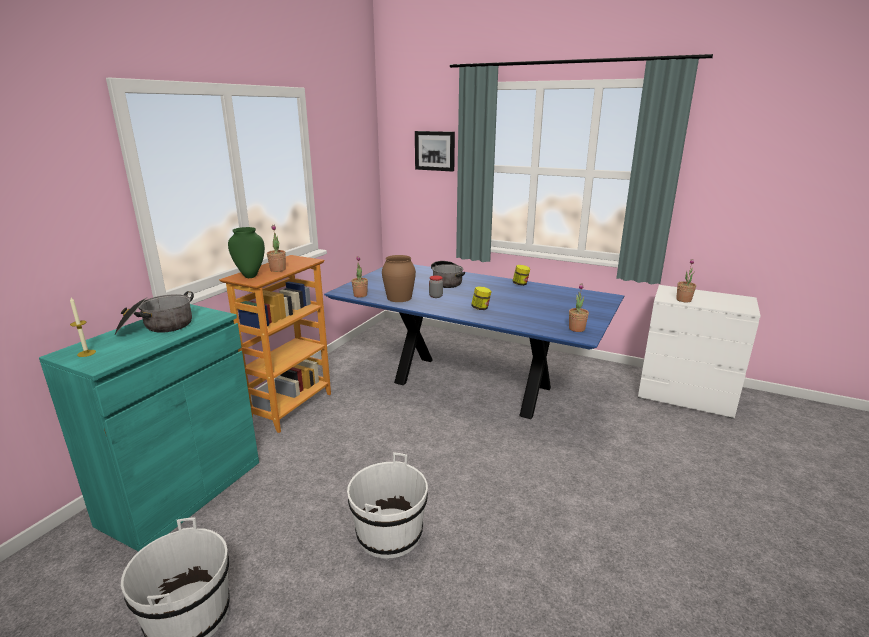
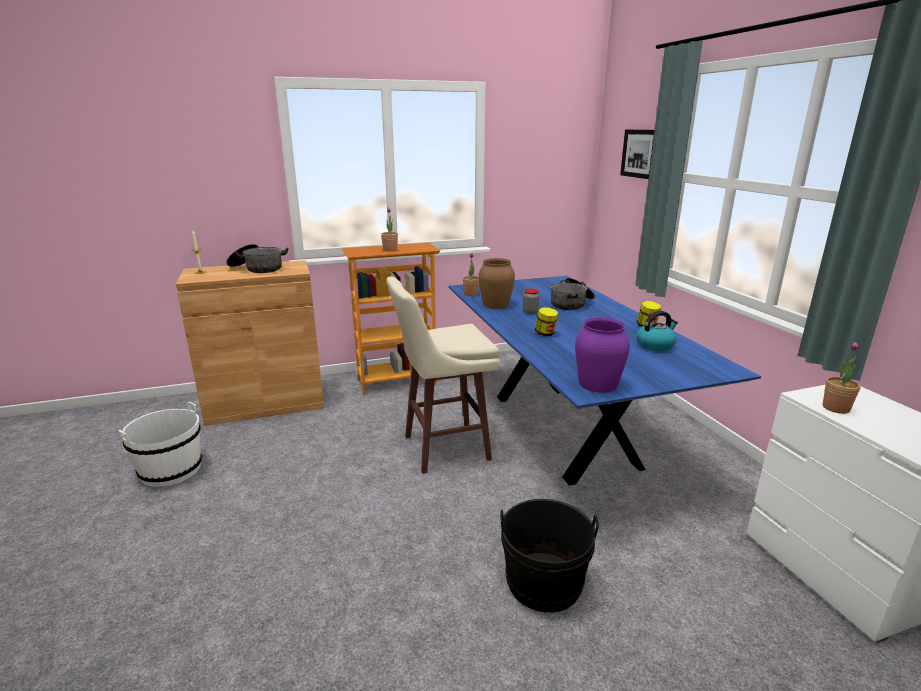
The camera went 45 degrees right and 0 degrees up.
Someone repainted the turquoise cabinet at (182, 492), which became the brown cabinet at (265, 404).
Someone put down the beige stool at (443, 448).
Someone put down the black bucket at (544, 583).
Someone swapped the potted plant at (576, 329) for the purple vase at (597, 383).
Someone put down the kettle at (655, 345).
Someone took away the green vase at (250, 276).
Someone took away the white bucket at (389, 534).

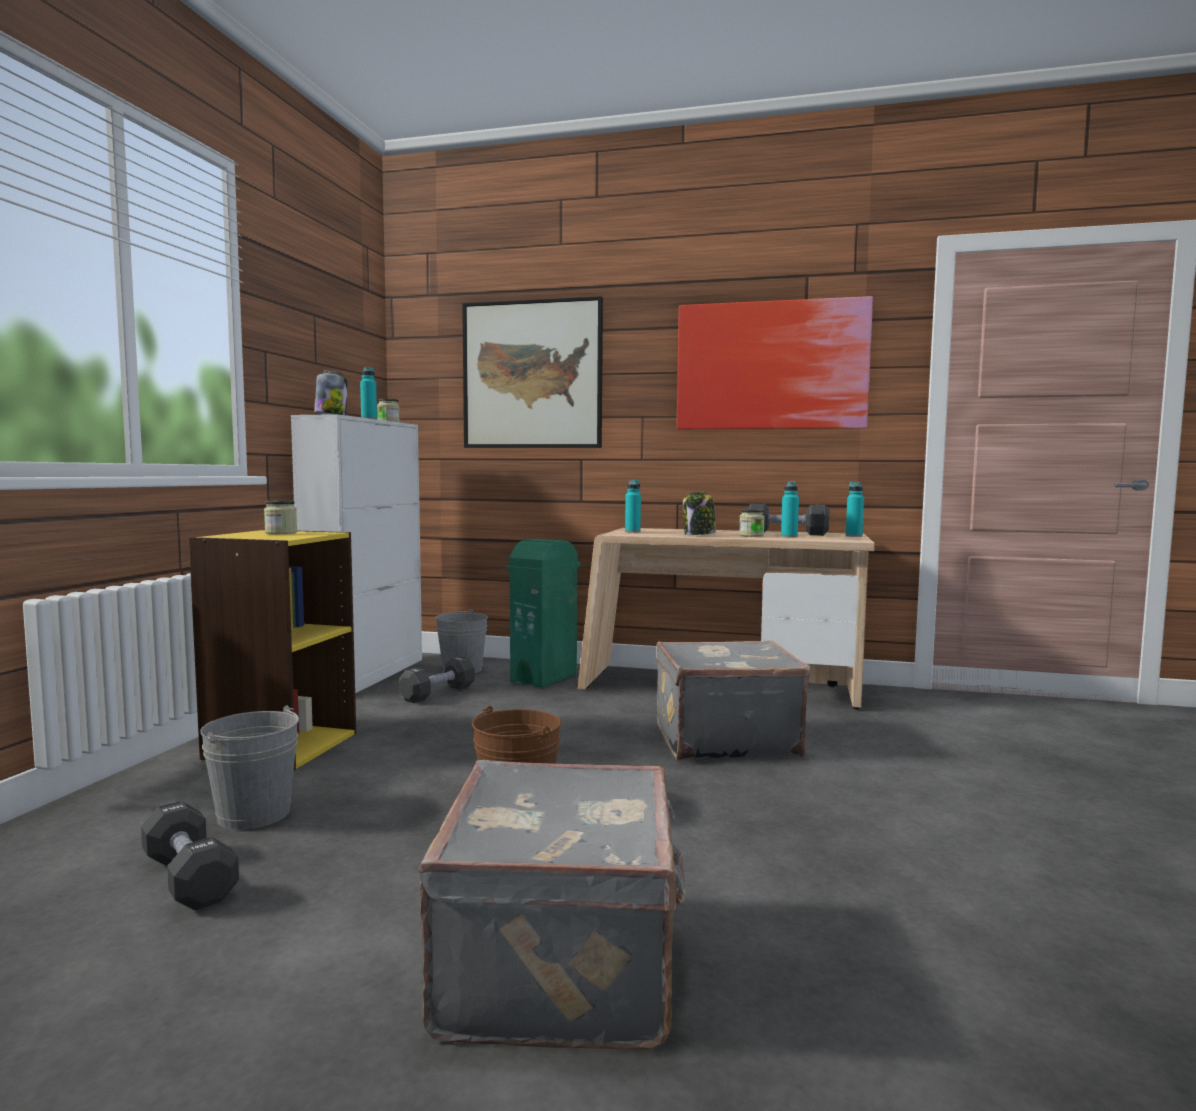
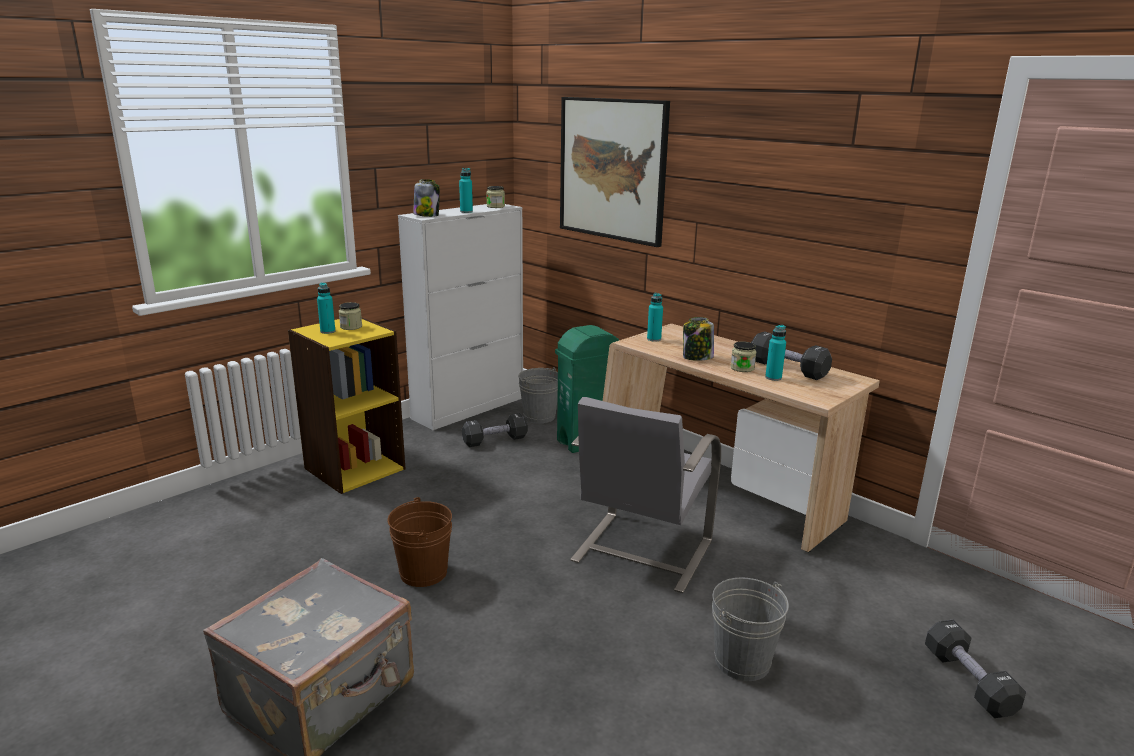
The camera went 30 degrees right and 15 degrees up.
Someone carried the turquoise bottle from (854, 536) to (328, 331).
Someone swapped the grey suitcase at (724, 740) for the grey chair at (640, 552).
Someone carried the grey bucket from (254, 814) to (742, 661).
Someone carried the black dumbbell from (189, 878) to (968, 681).
Someone took away the picture at (771, 366).

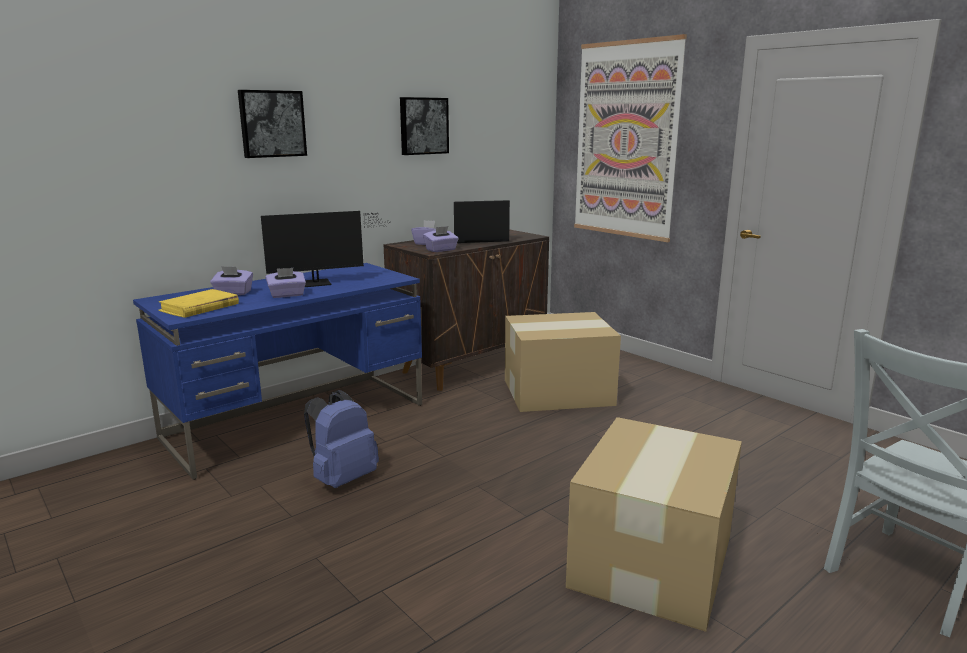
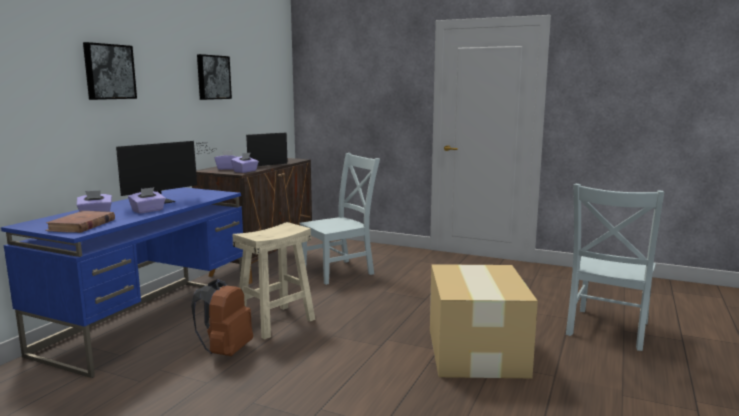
The camera went 25 degrees left and 5 degrees down.
Someone repainted the yellow book at (199, 307), which became the brown book at (81, 225).
Someone repainted the blue backpack at (342, 478), which became the brown backpack at (226, 351).
Someone put down the beige stool at (275, 322).
Someone swapped the cardboard box at (559, 392) for the grey chair at (340, 271).
Someone took away the picture at (625, 140).

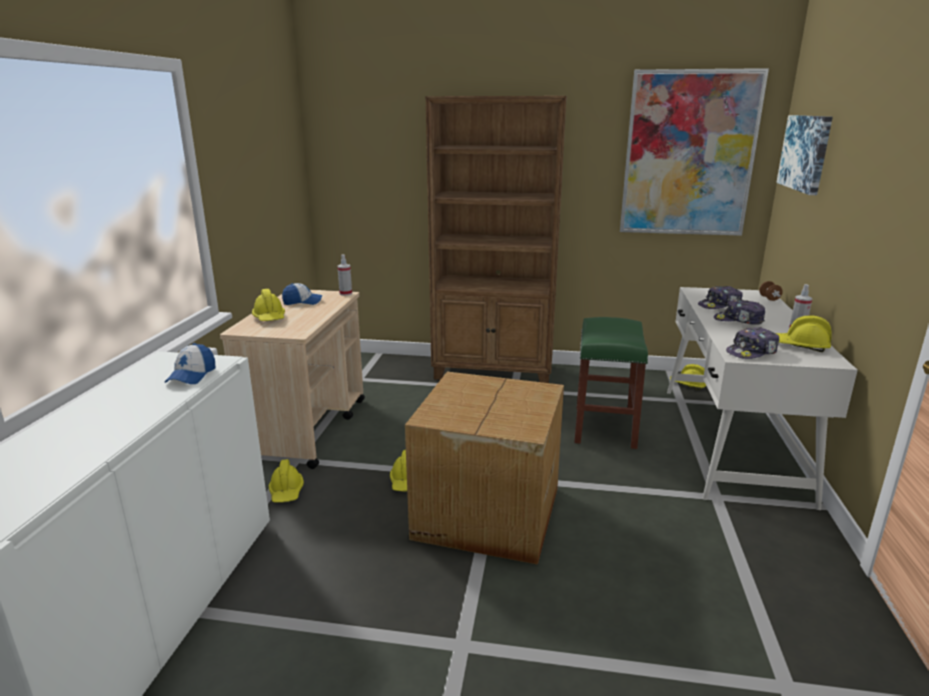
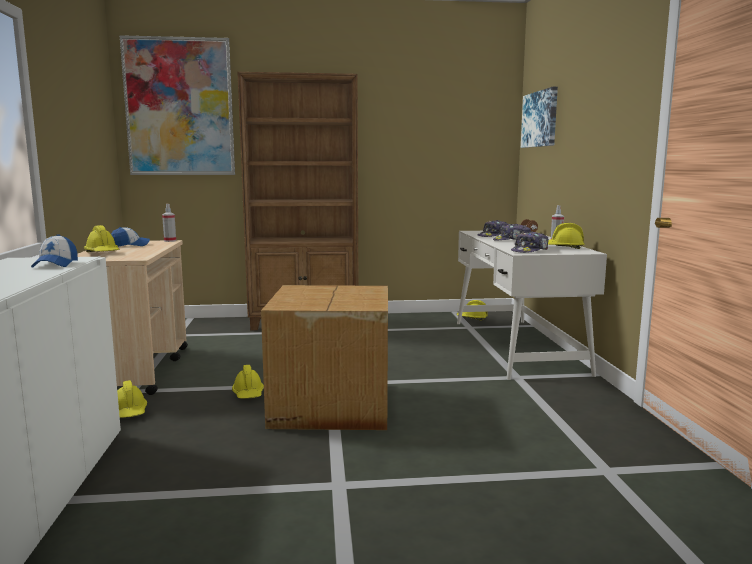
The camera went 15 degrees left and 10 degrees down.
Someone carried the picture from (689, 154) to (179, 107).
Someone took away the green stool at (604, 426).

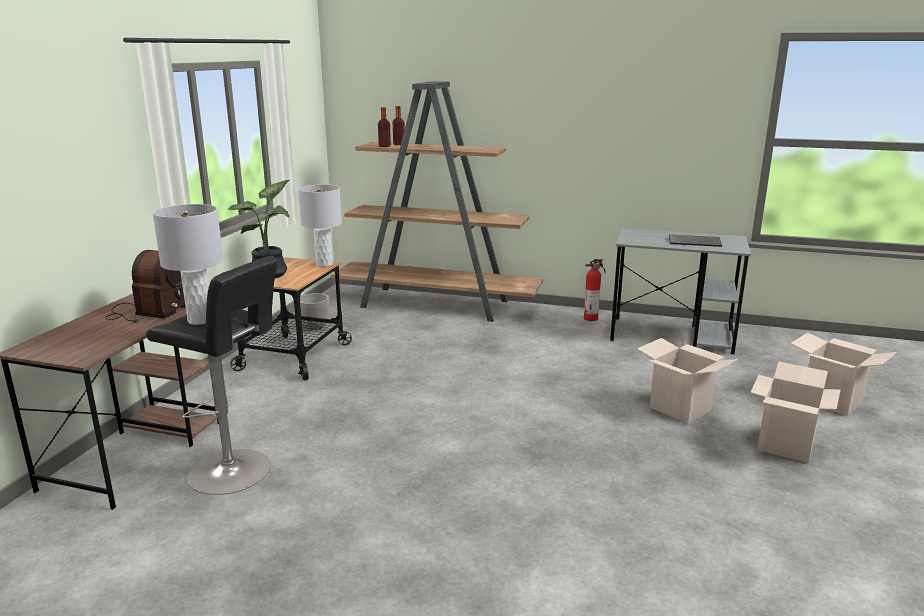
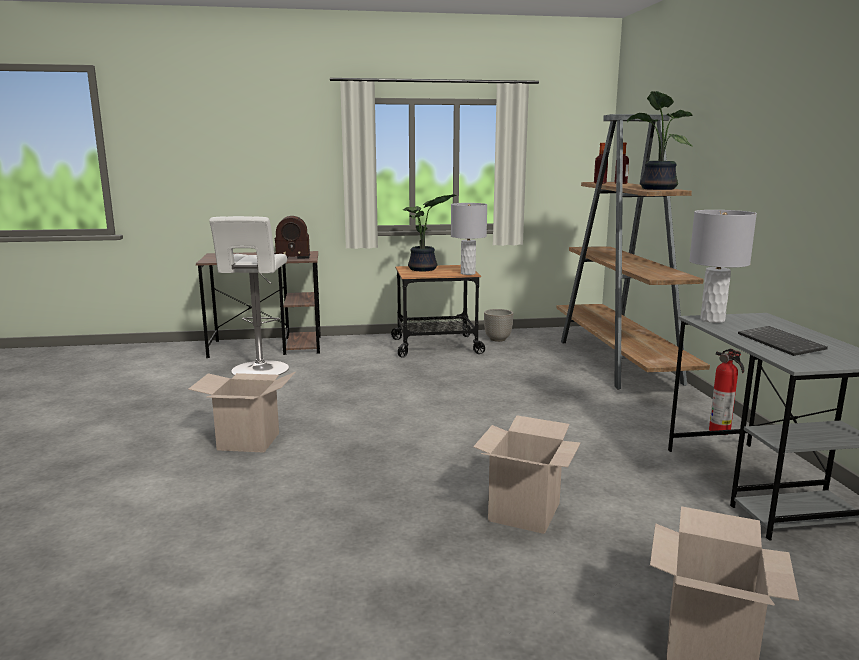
The camera went 65 degrees right and 5 degrees down.
Someone carried the cardboard box from (785, 445) to (248, 441).
Someone repainted the black stool at (235, 472), which became the white stool at (259, 371).
Someone put down the potted plant at (656, 189).
Someone carried the grey table lamp from (200, 320) to (712, 320).

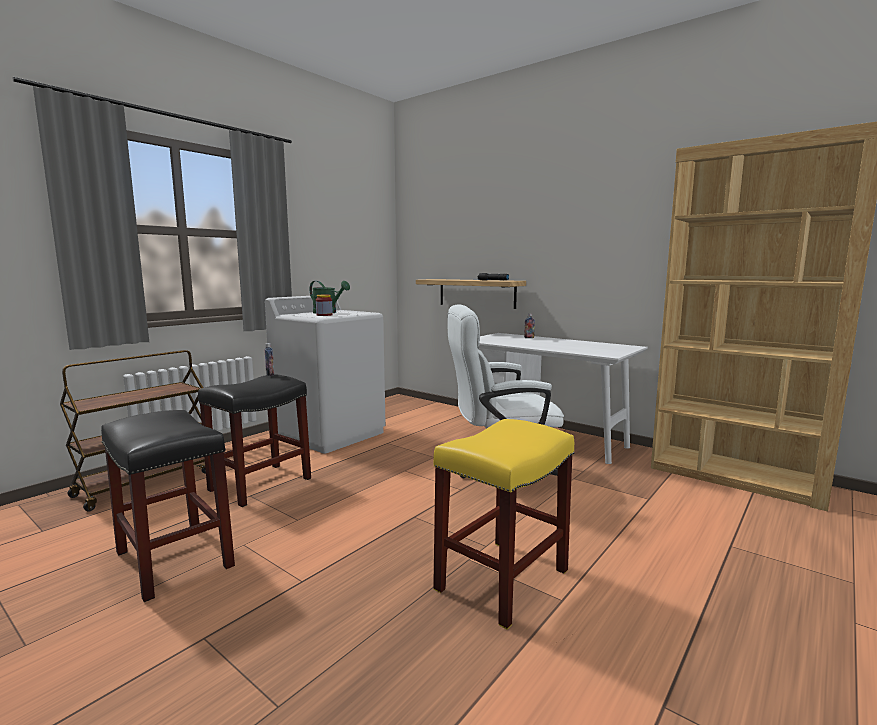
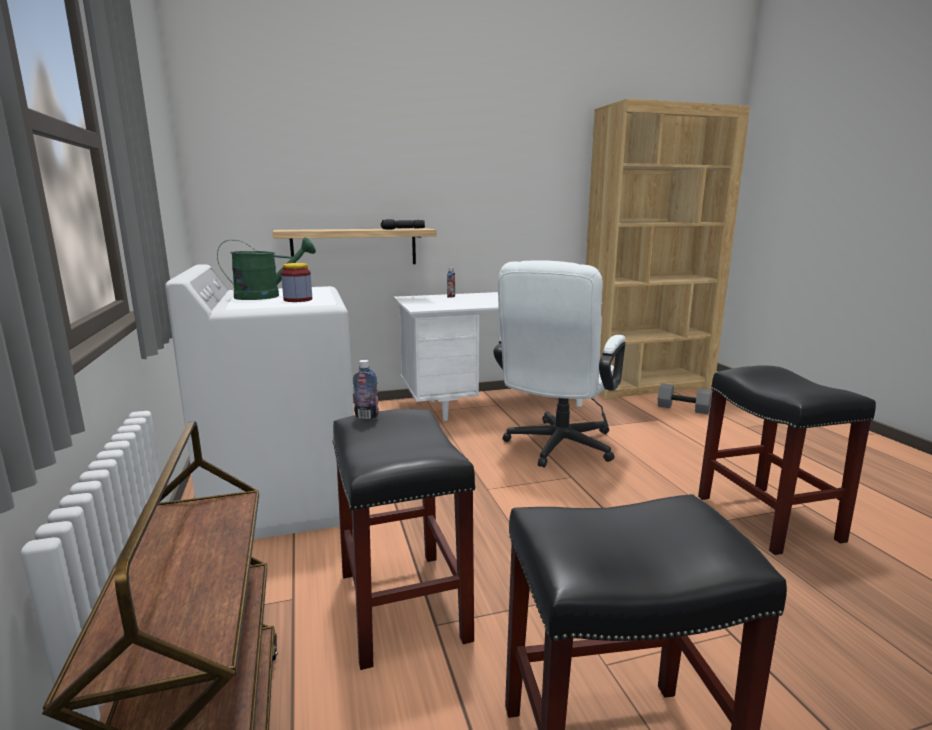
The camera went 55 degrees left and 5 degrees up.
Someone put down the grey dumbbell at (683, 408).
Someone repainted the yellow stool at (502, 581), which became the black stool at (769, 518).

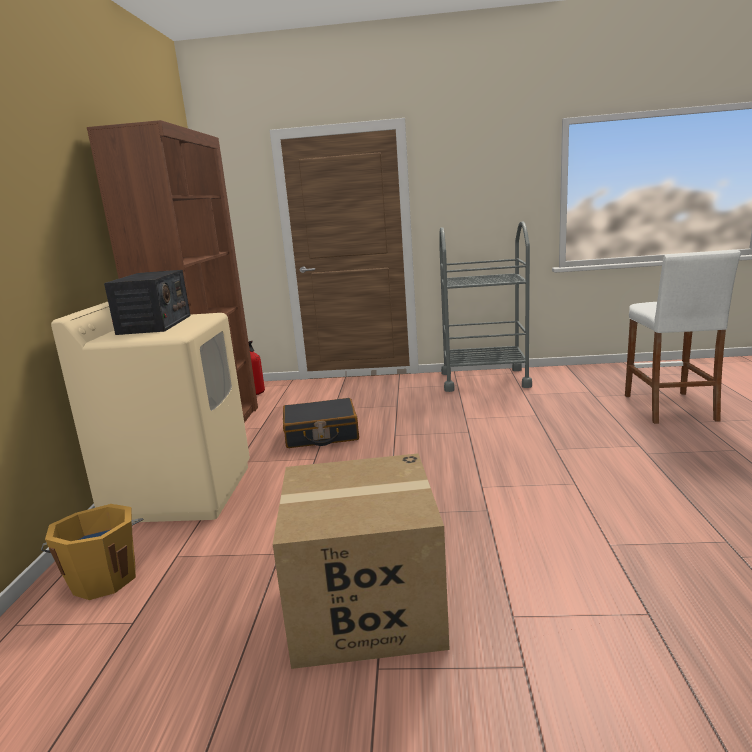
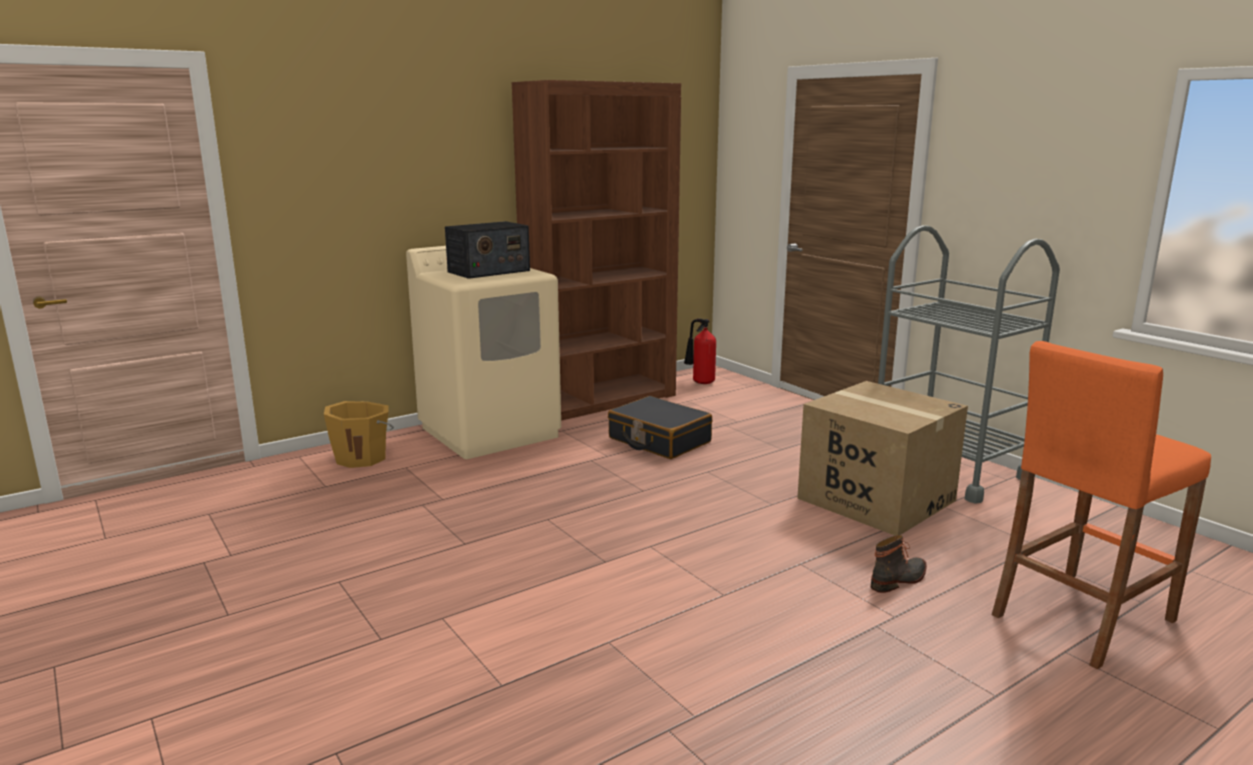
The camera went 50 degrees right and 0 degrees up.
Someone carried the cardboard box from (365, 605) to (875, 499).
Someone put down the boot at (899, 580).
Someone repainted the white stool at (669, 408), which became the orange stool at (1081, 617).

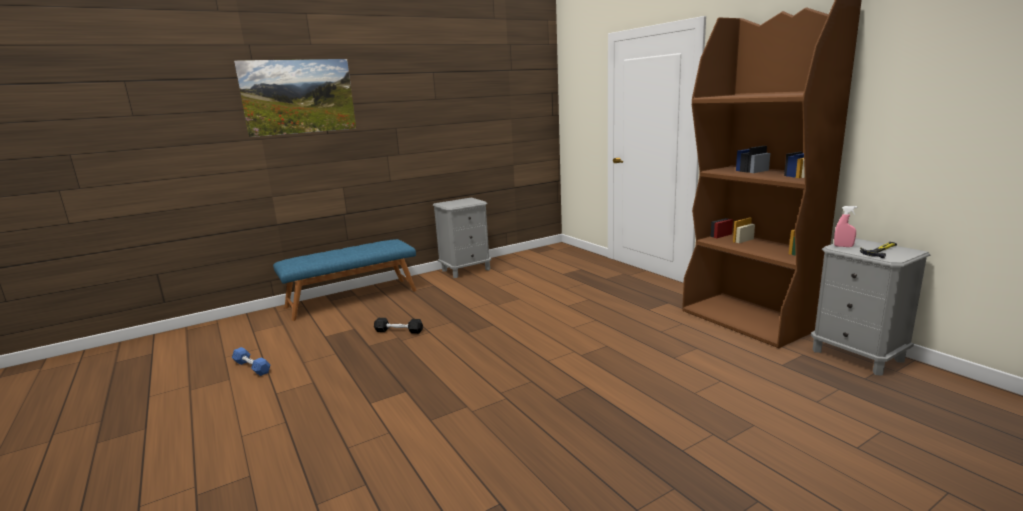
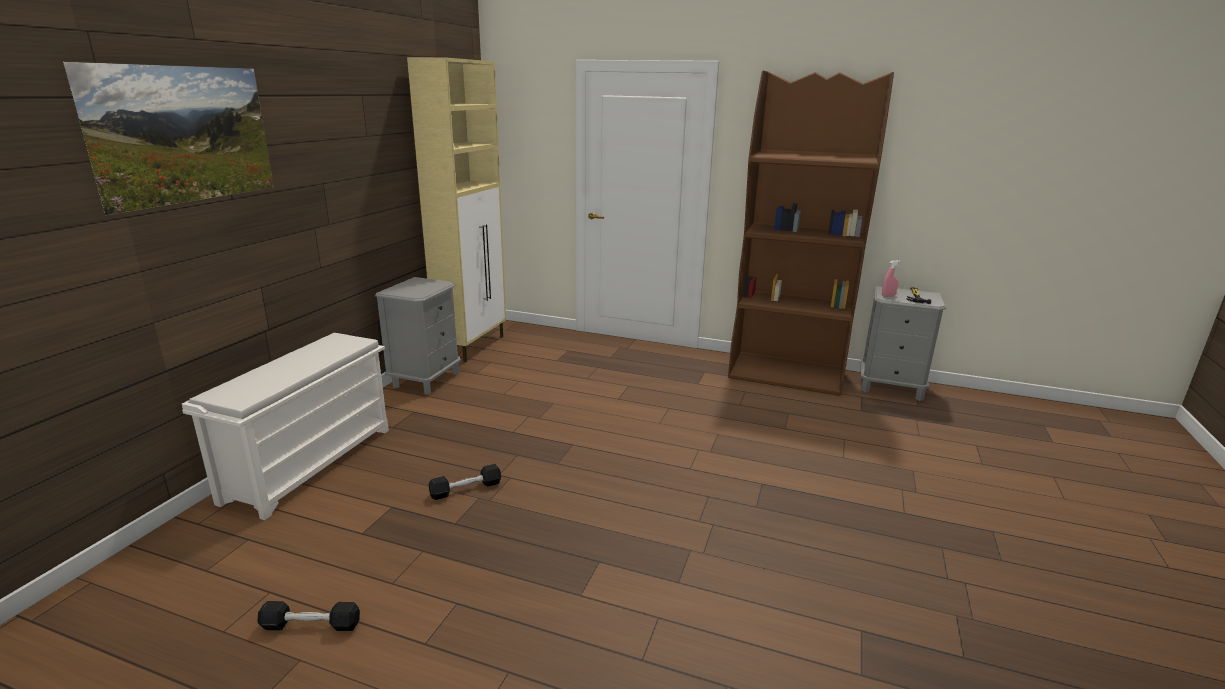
The camera went 40 degrees left and 5 degrees up.
Someone swapped the blue bench at (352, 298) for the white shoe rack at (310, 463).
Someone repainted the blue dumbbell at (252, 367), which became the black dumbbell at (311, 625).
Someone put down the beige cabinet at (472, 346).

